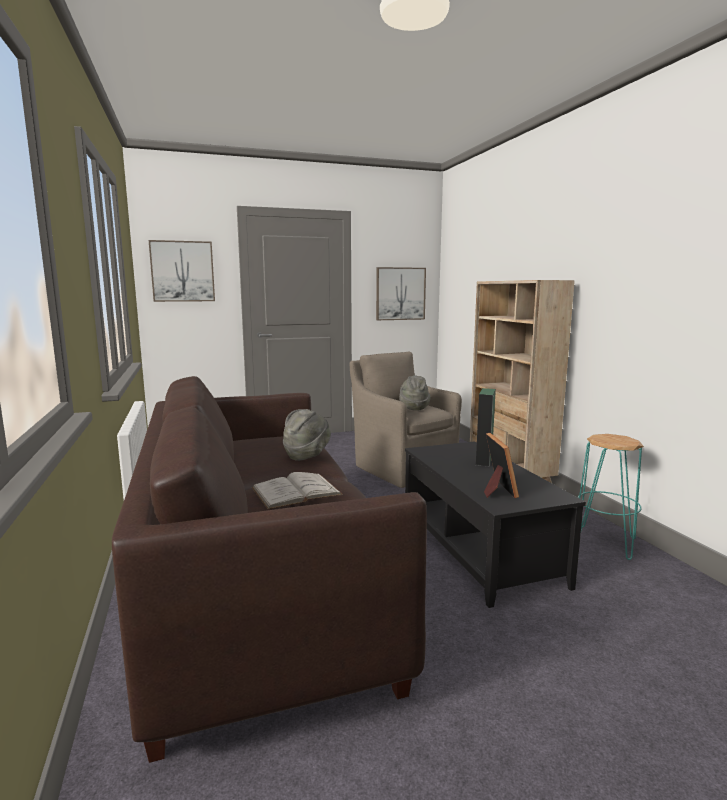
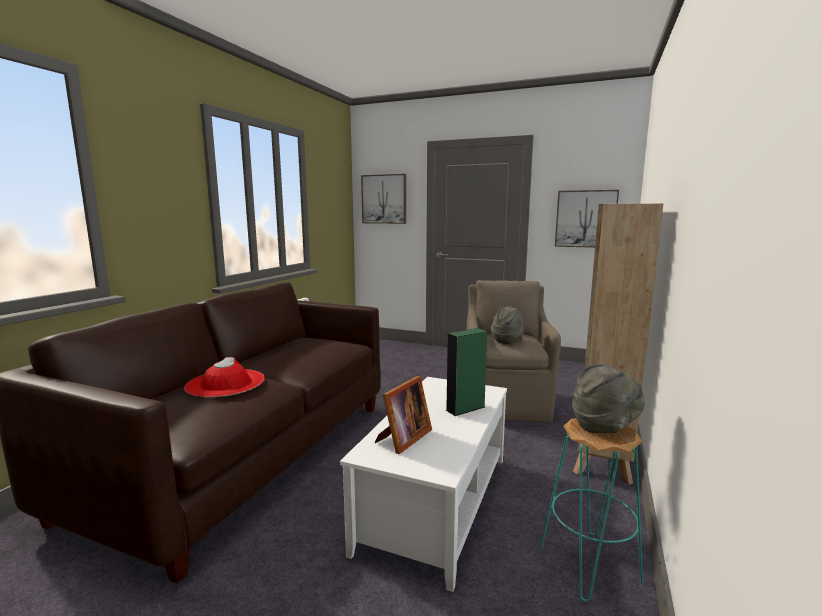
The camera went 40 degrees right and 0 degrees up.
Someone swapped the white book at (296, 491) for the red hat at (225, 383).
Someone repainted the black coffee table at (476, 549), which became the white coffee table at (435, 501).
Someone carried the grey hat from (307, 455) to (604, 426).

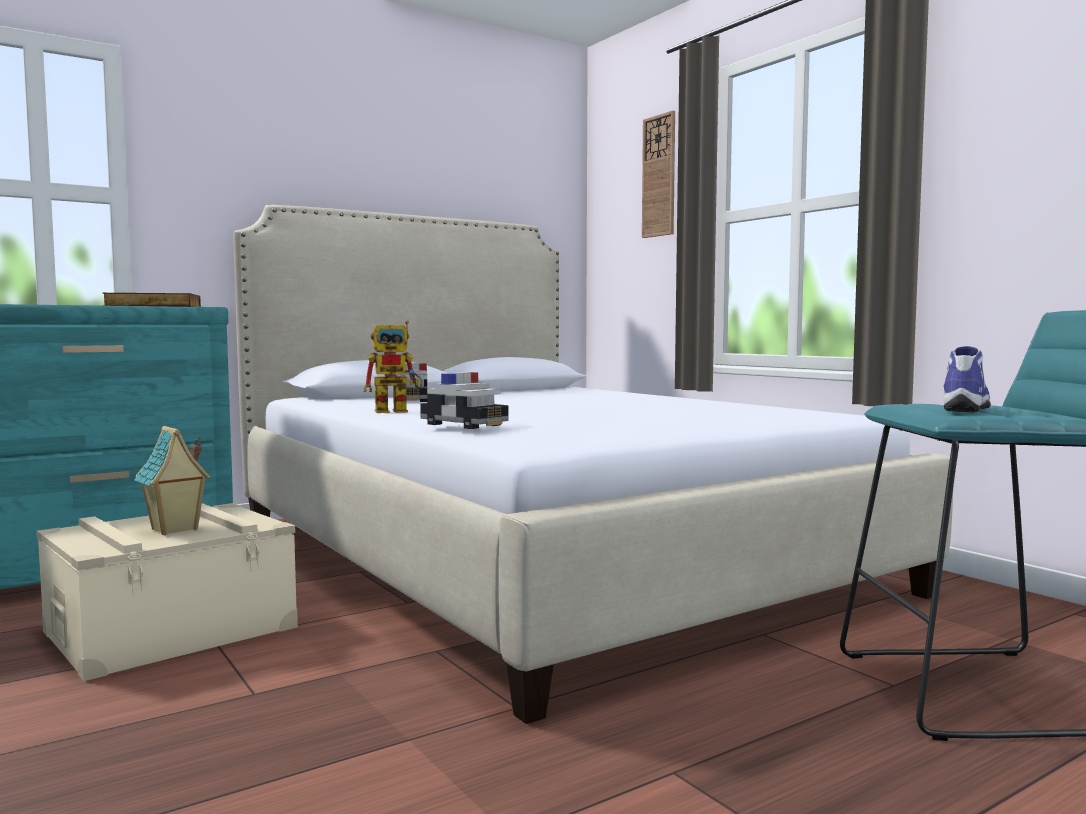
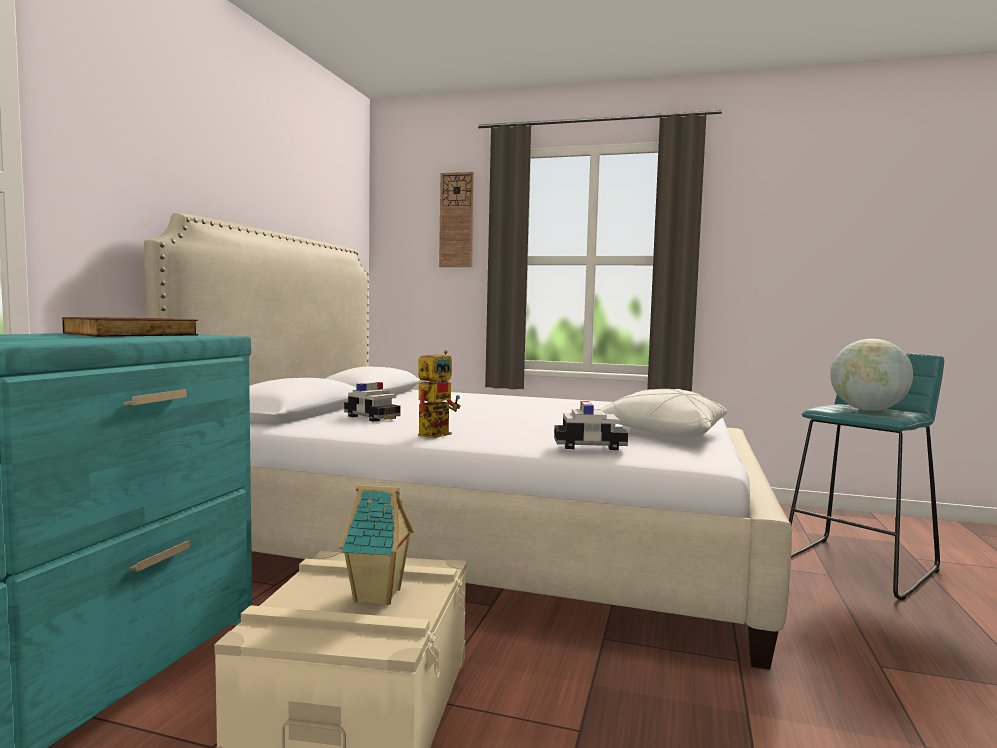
The camera went 40 degrees left and 0 degrees up.
Someone put down the white pillow at (661, 434).
Someone swapped the shoe at (966, 409) for the globe at (868, 410).

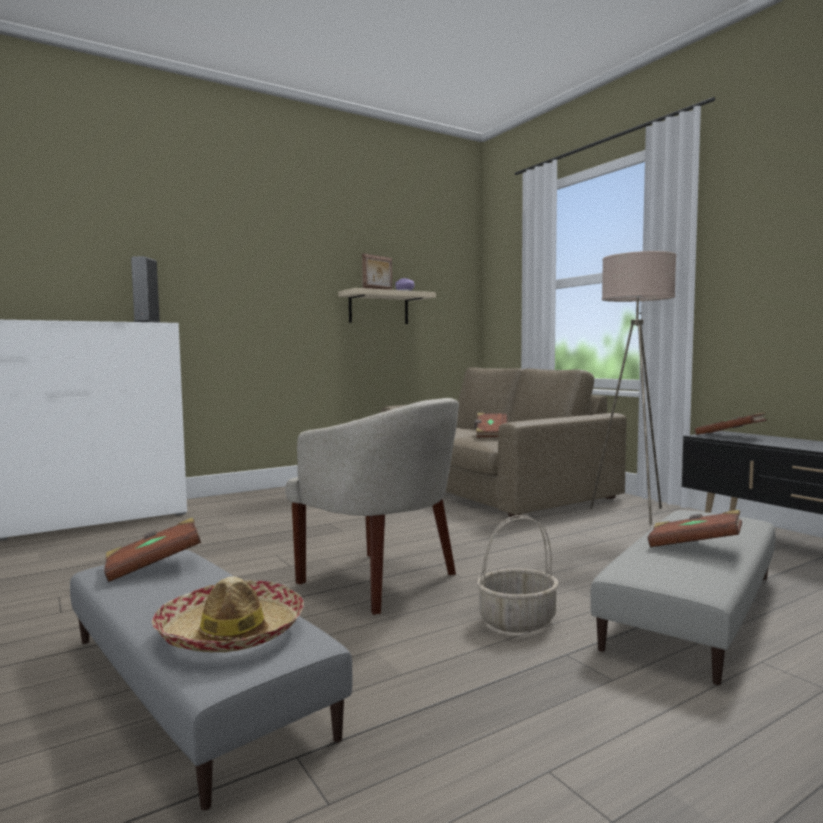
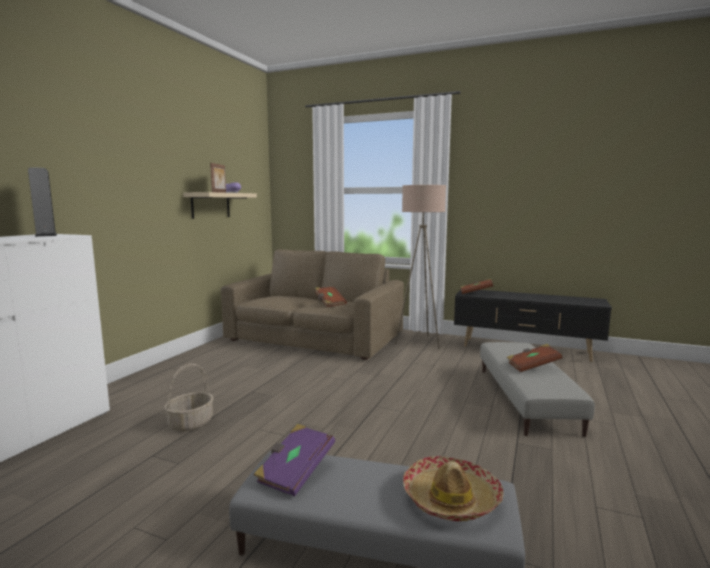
The camera went 35 degrees left and 5 degrees up.
Someone carried the basket from (517, 620) to (191, 423).
Someone repainted the brown book at (154, 567), which became the purple book at (295, 472).
Someone took away the beige armchair at (381, 581).

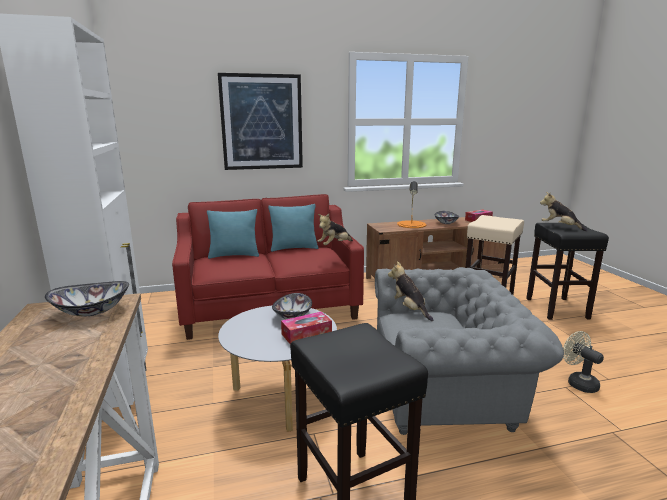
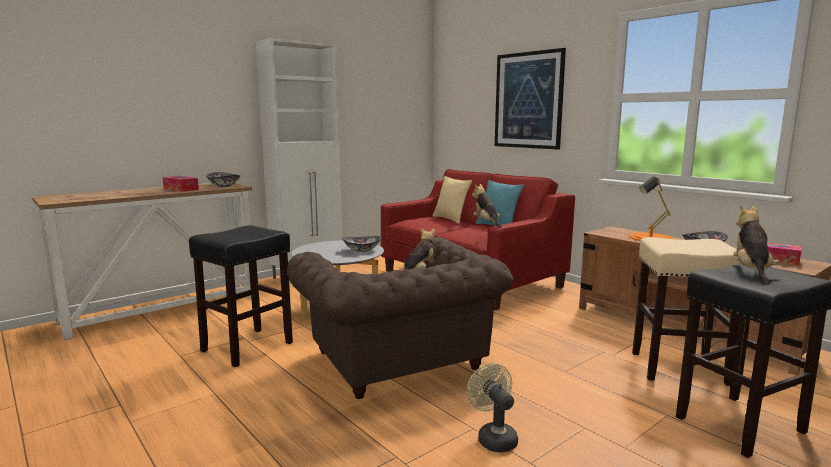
The camera went 65 degrees right and 5 degrees down.
Someone carried the tissue box from (306, 334) to (181, 189).
Someone repainted the grey armchair at (446, 391), which became the brown armchair at (399, 363).
Someone repainted the turquoise pillow at (234, 255), which became the beige pillow at (450, 219).
Someone rotated the beige fan at (578, 382) by 60 degrees counterclockwise.
Someone rotated the plush toy at (334, 245) by 45 degrees clockwise.

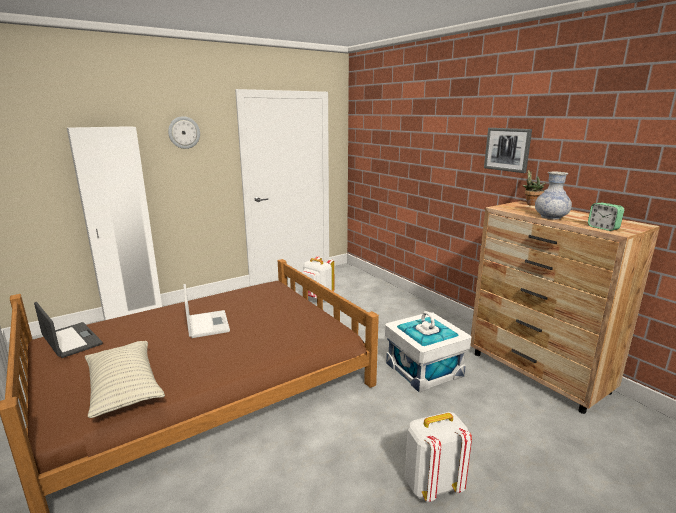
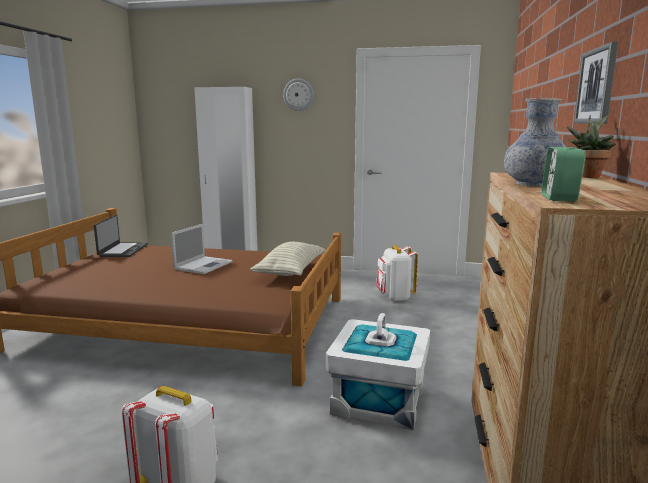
The camera went 45 degrees right and 5 degrees down.
Someone carried the pillow from (124, 388) to (290, 271).

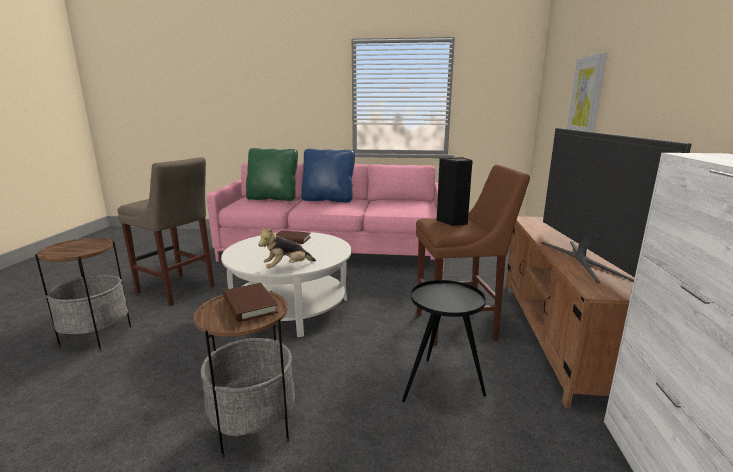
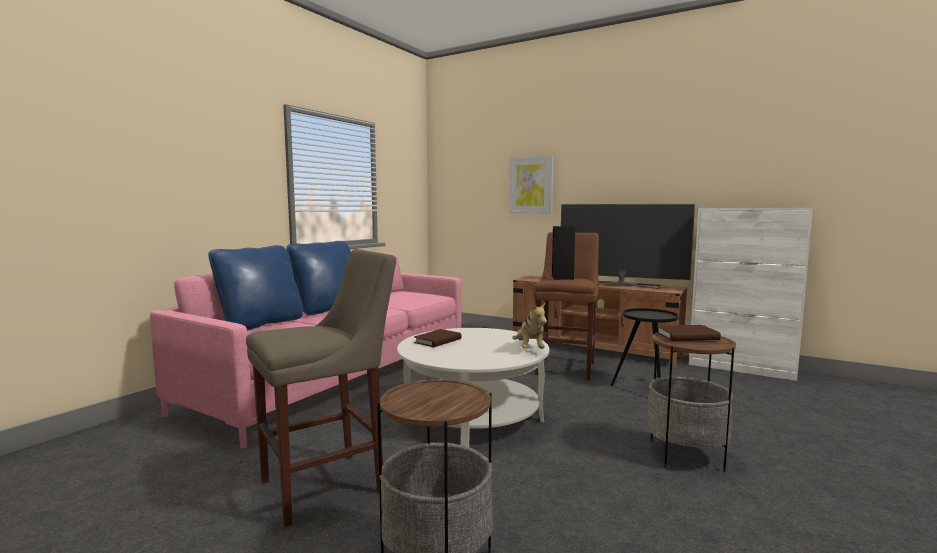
The camera went 65 degrees left and 10 degrees down.
Someone repainted the green pillow at (273, 198), which became the blue pillow at (260, 324).

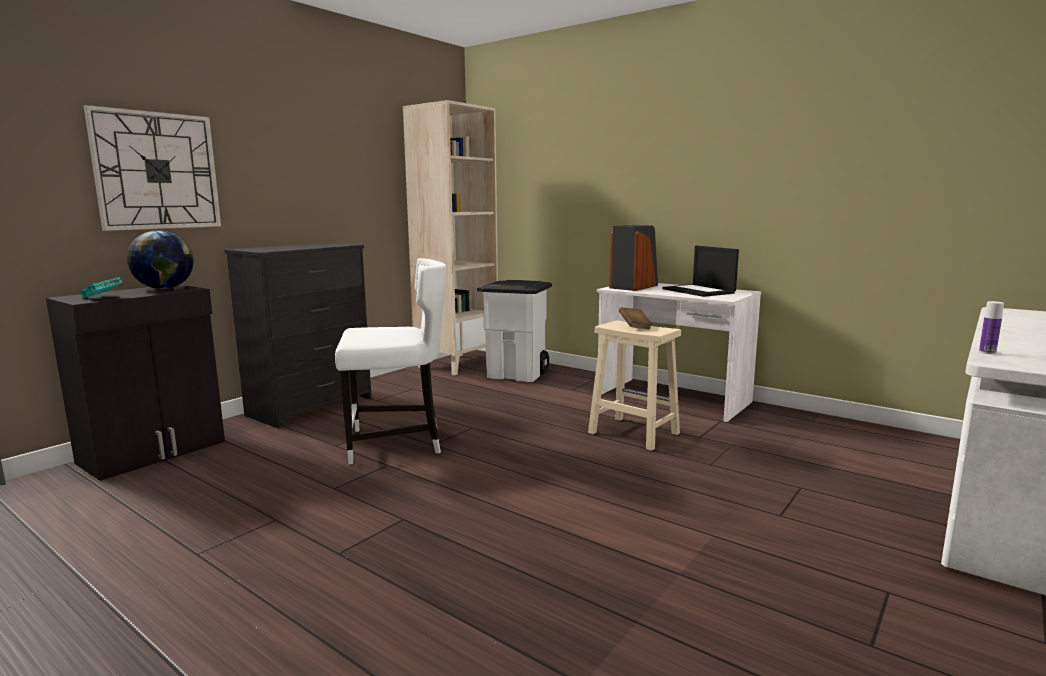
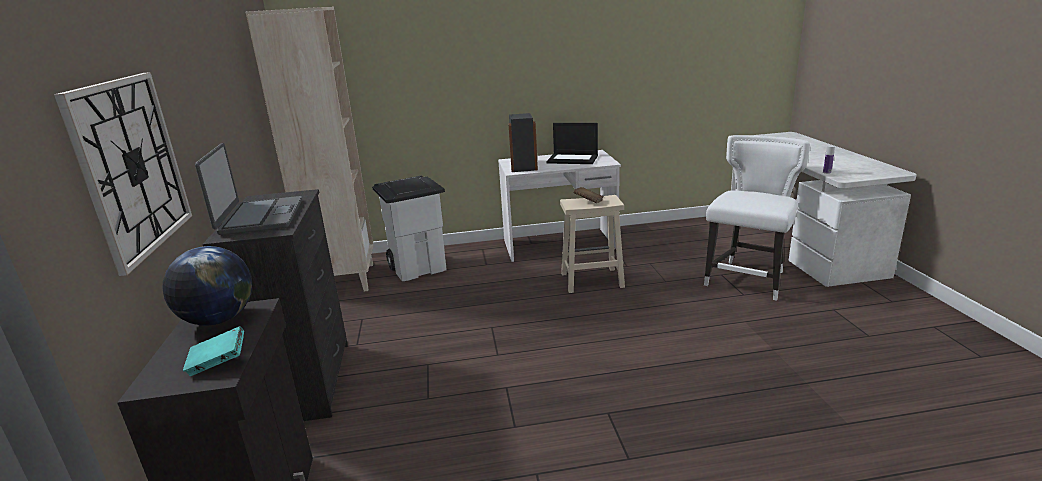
The camera went 45 degrees left and 10 degrees up.
Someone put down the laptop at (260, 217).
Someone carried the white chair from (397, 443) to (748, 279).

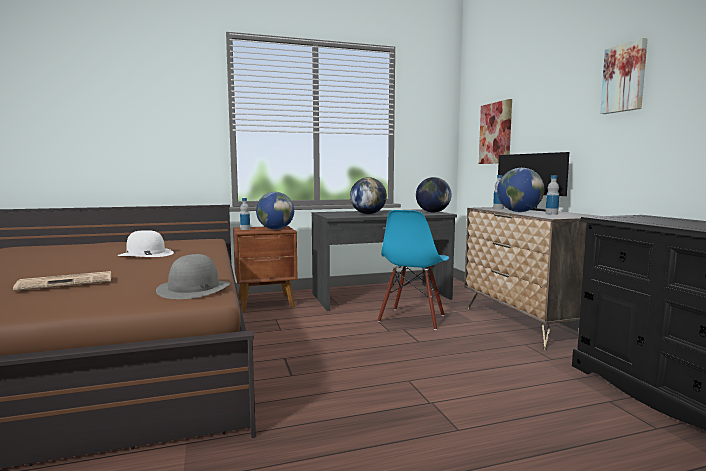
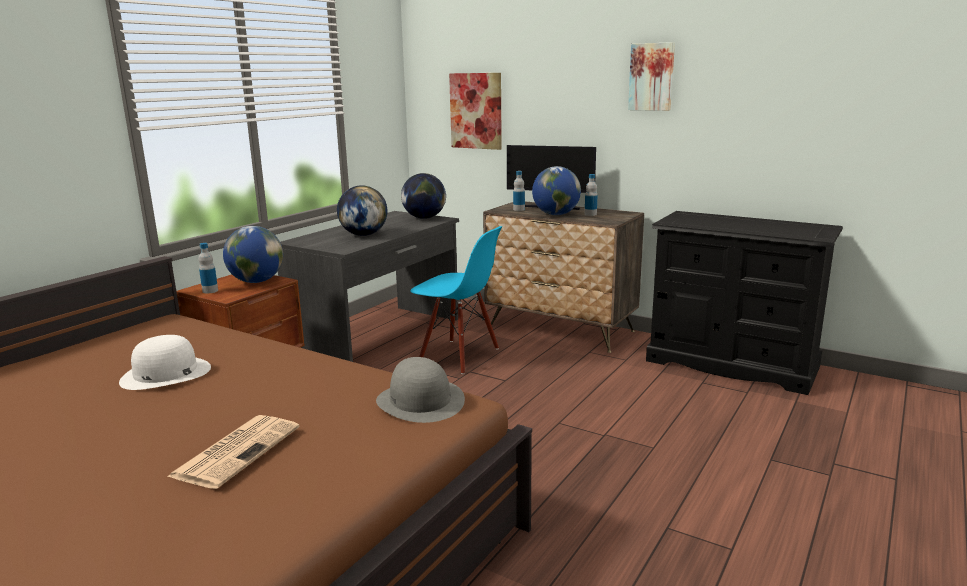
The camera went 40 degrees left and 10 degrees up.
Someone rotated the blue chair at (412, 319) by 45 degrees counterclockwise.

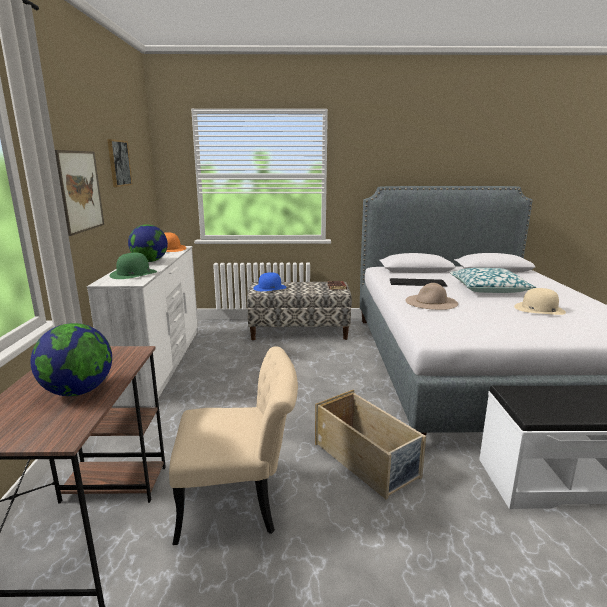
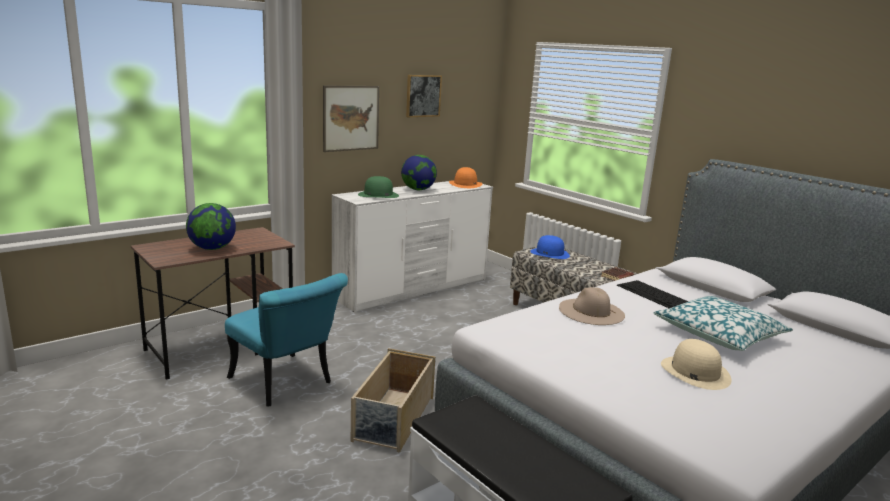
The camera went 50 degrees right and 0 degrees up.
Someone repainted the beige chair at (240, 502), which became the turquoise chair at (286, 384).

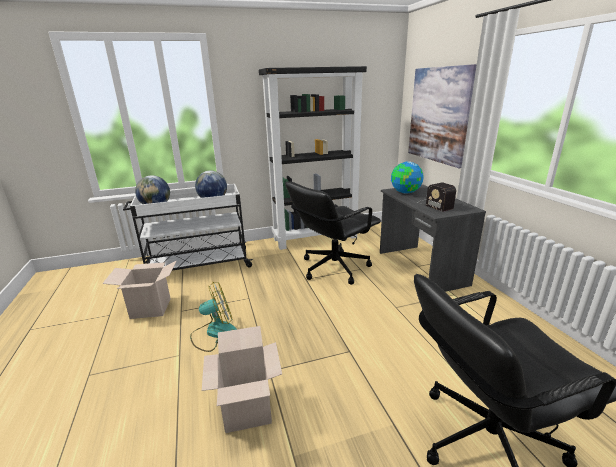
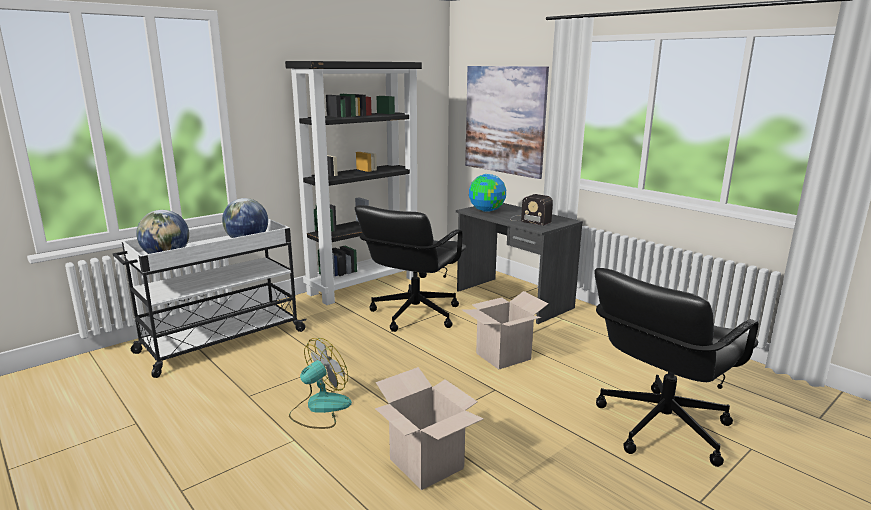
The camera went 25 degrees left and 5 degrees down.
Someone carried the cardboard box from (150, 308) to (503, 356).

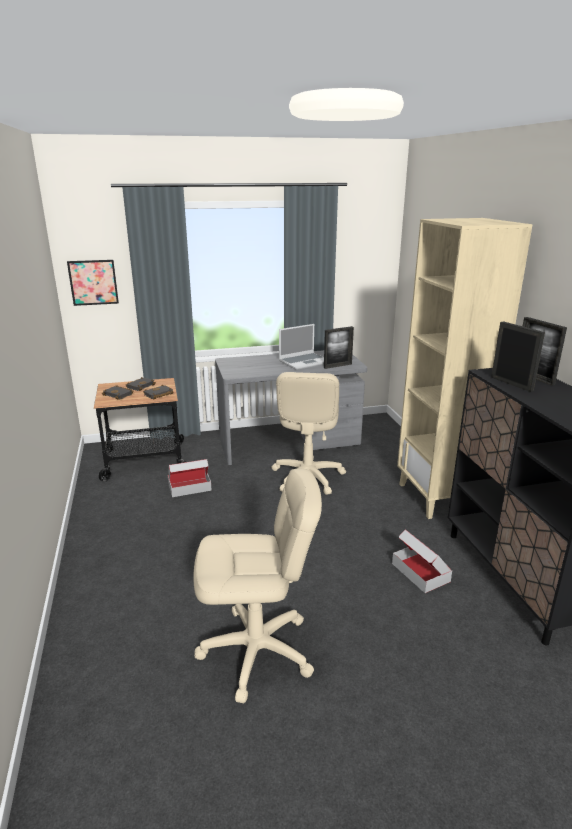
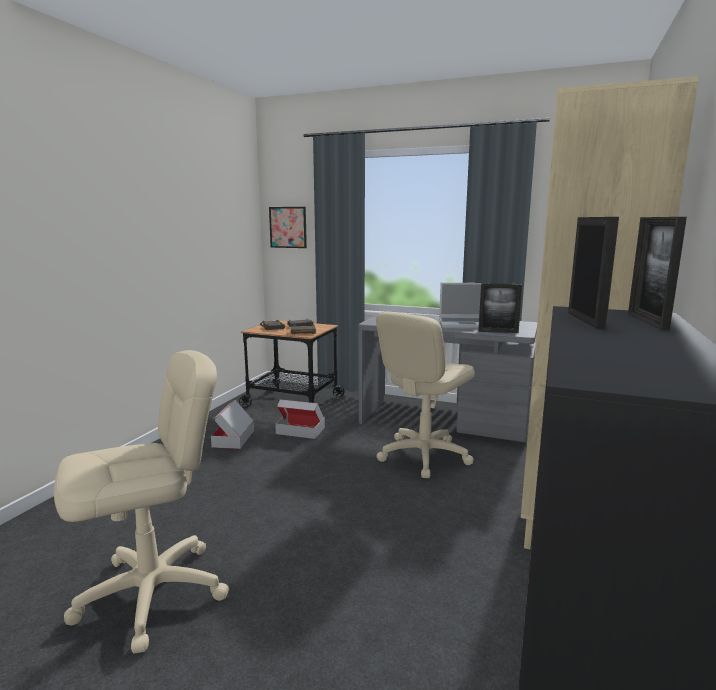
The camera went 35 degrees right and 10 degrees down.
Someone rotated the beige office chair at (257, 651) by 60 degrees counterclockwise.
Someone carried the cardboard box from (420, 572) to (233, 439).

